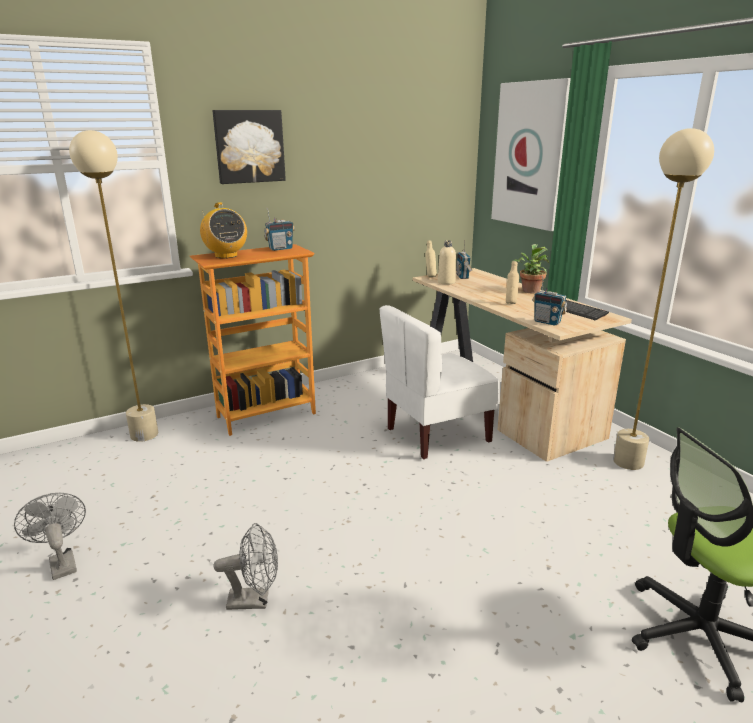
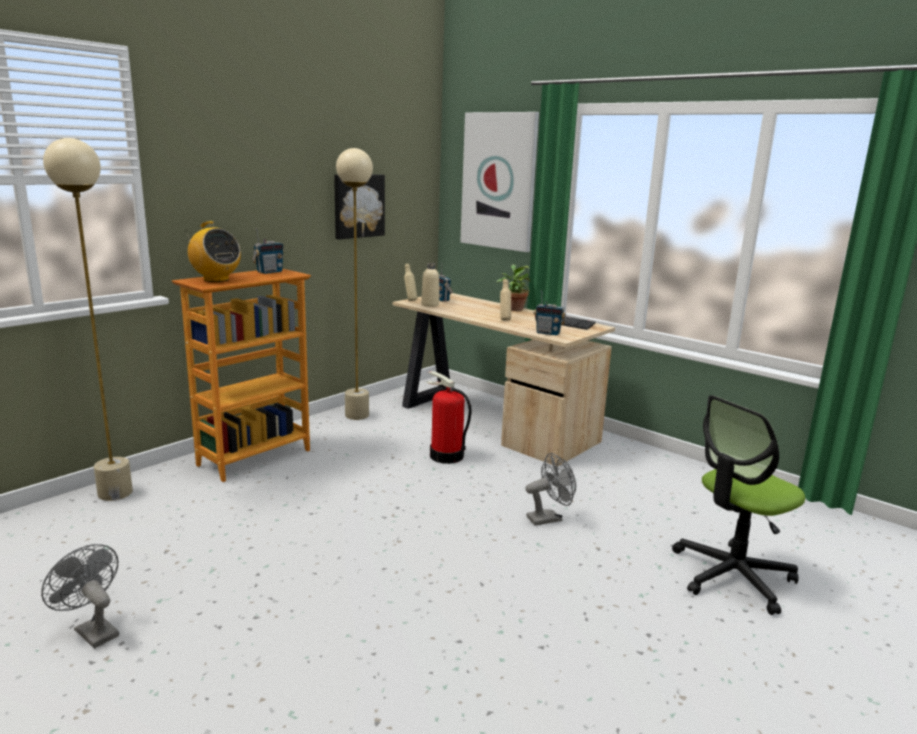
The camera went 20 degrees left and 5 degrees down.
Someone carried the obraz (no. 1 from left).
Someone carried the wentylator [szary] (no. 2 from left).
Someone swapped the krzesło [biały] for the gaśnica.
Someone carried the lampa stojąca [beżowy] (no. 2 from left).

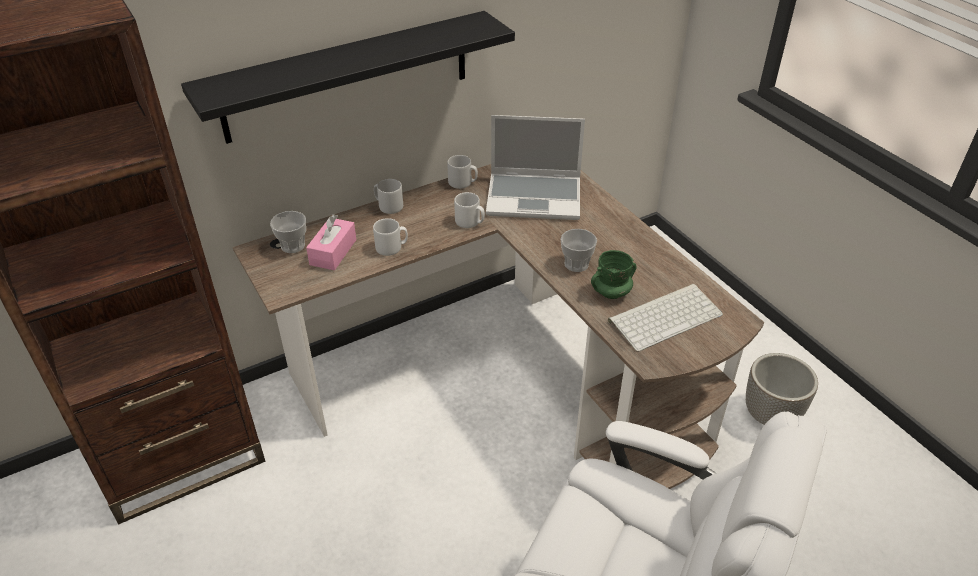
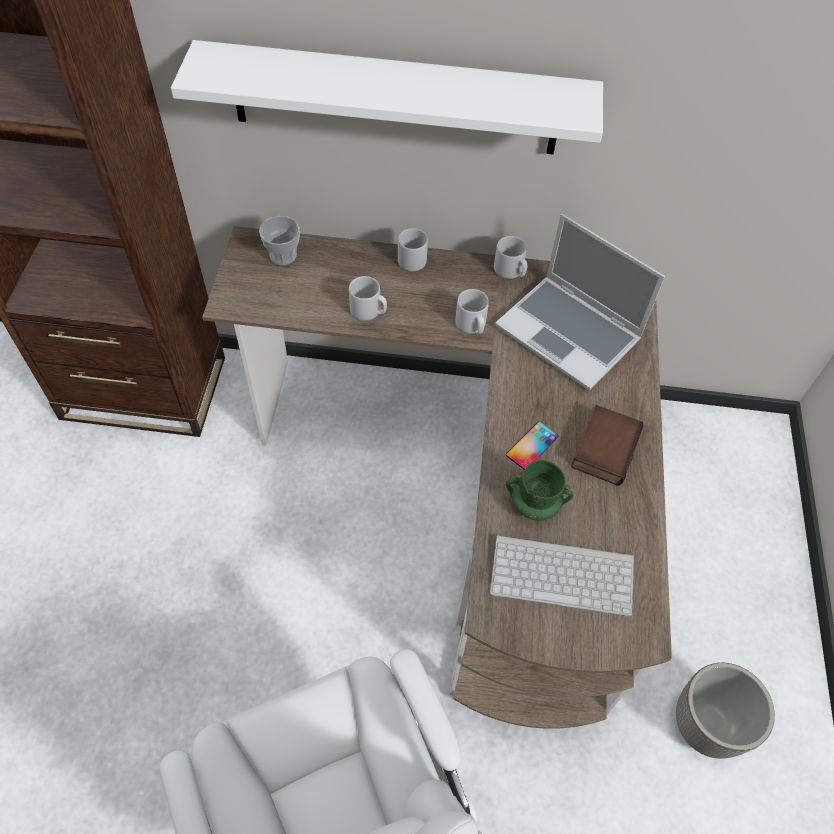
The camera went 35 degrees right and 15 degrees up.
Someone repainted the półka [czarny], which became the półka [biały].
Someone took away the pudełko chusteczek [różowy].
Someone swapped the filiżanka (no. 2 from left) for the telefon.
Someone put down the książka.

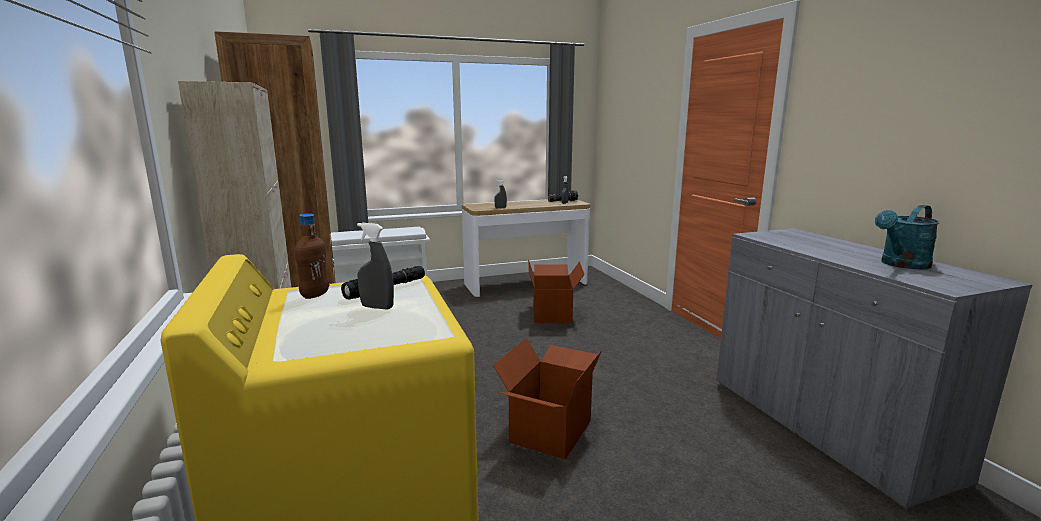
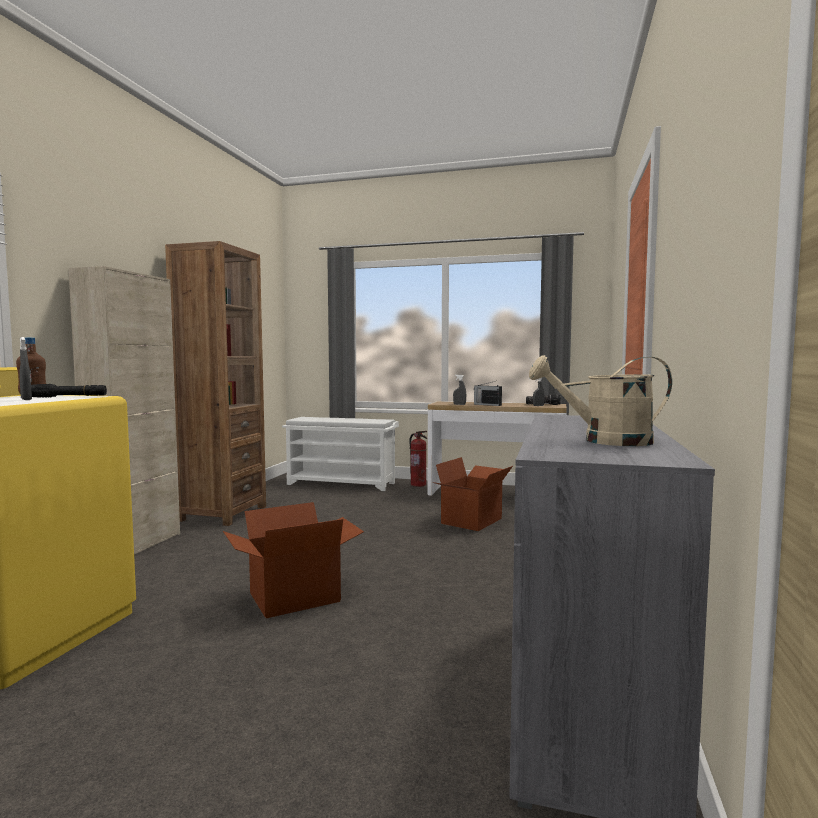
The camera went 35 degrees right and 10 degrees down.
Someone repainted the konewka [turkusowy], which became the konewka [beżowy].
Someone put down the gaśnica.
Someone put down the radio.

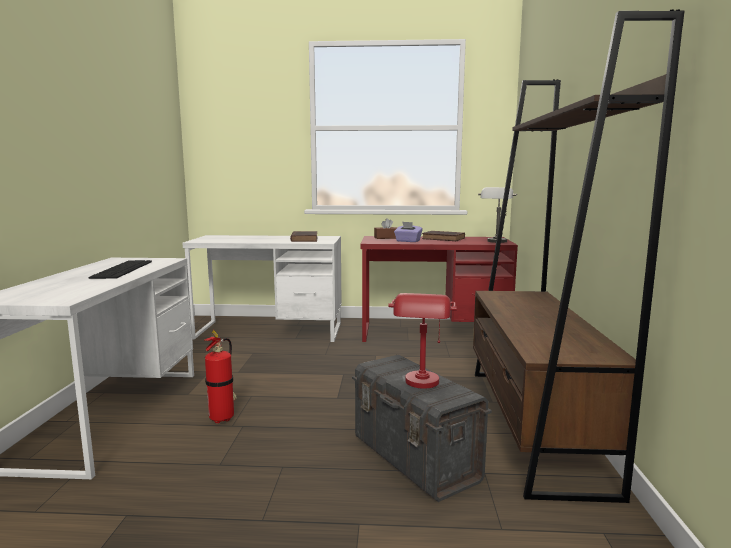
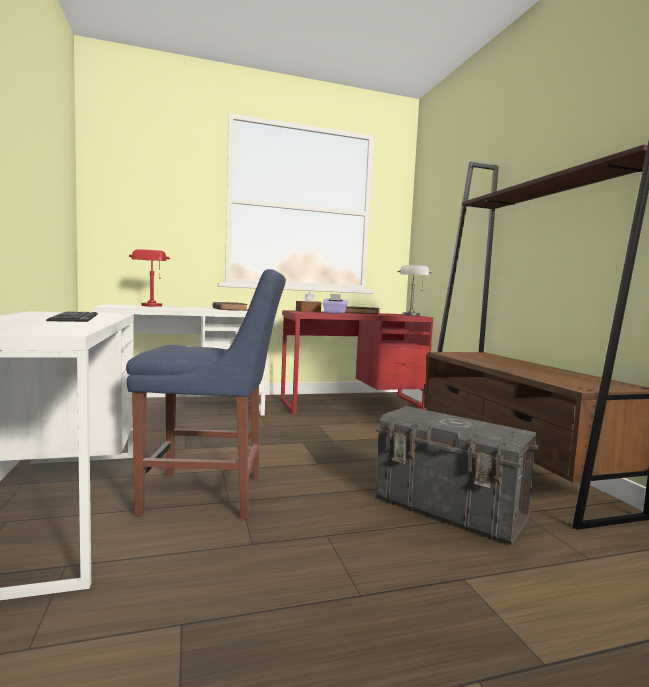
The camera went 20 degrees left and 5 degrees down.
Someone swapped the gaśnica for the krzesło [niebieski].
Someone carried the lampa stołowa [czerwony].

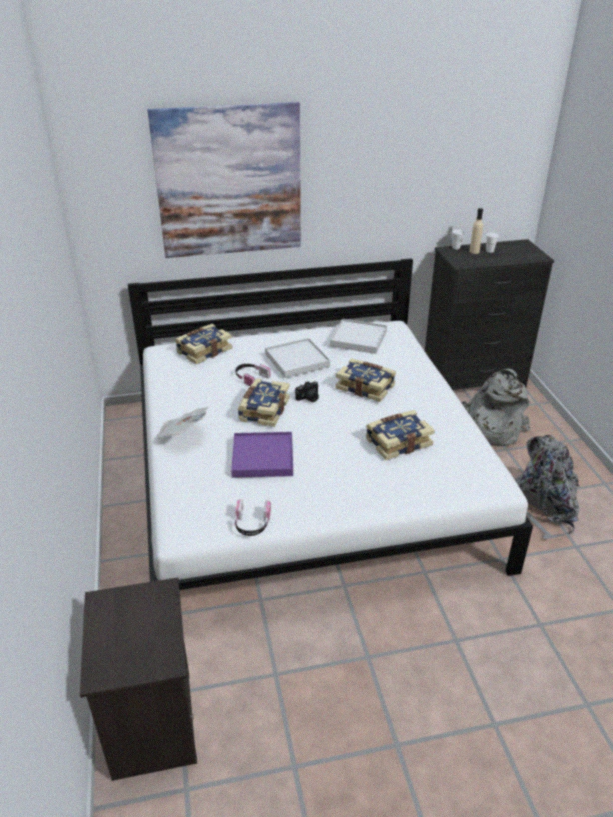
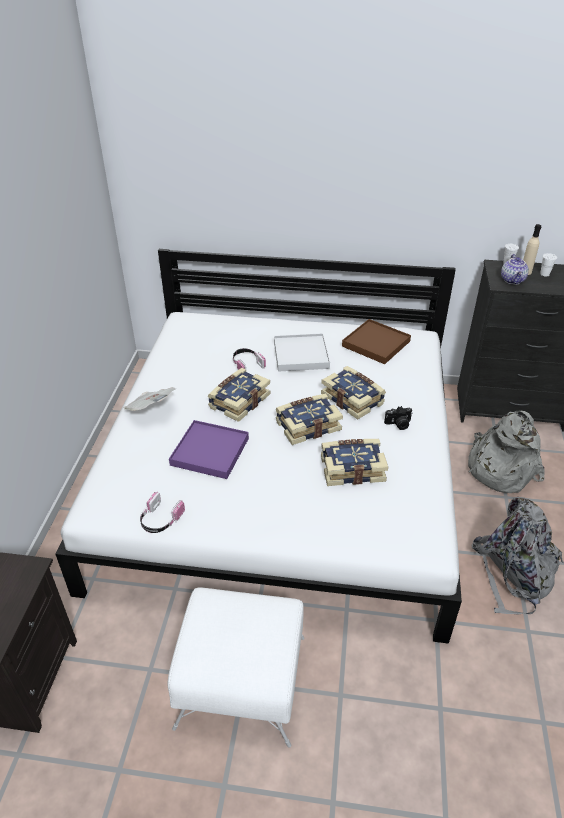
The camera went 20 degrees right and 5 degrees up.
Someone took away the obraz.
Someone carried the książka (no. 1 from left in the first image).
Someone carried the aparat fotograficzny.
Someone repainted the taca [biały] (no. 2 from left), which became the taca [brązowy].
Someone put down the pufa [biały].
Someone put down the imbryk.

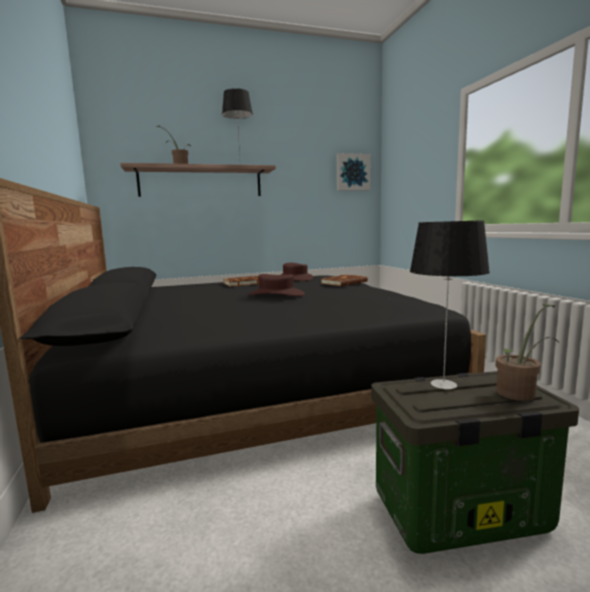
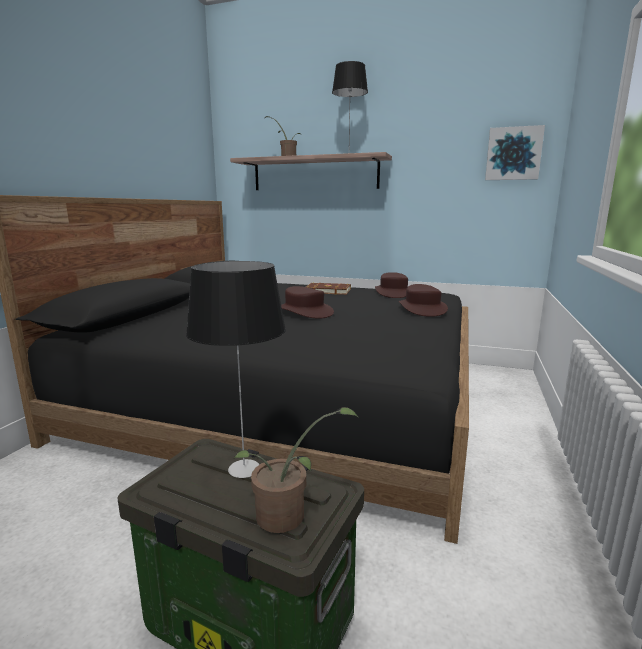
The camera went 35 degrees right and 5 degrees up.
Someone swapped the książka [brązowy] (no. 2 from left) for the kapelusz [brązowy] (no. 3 from left).

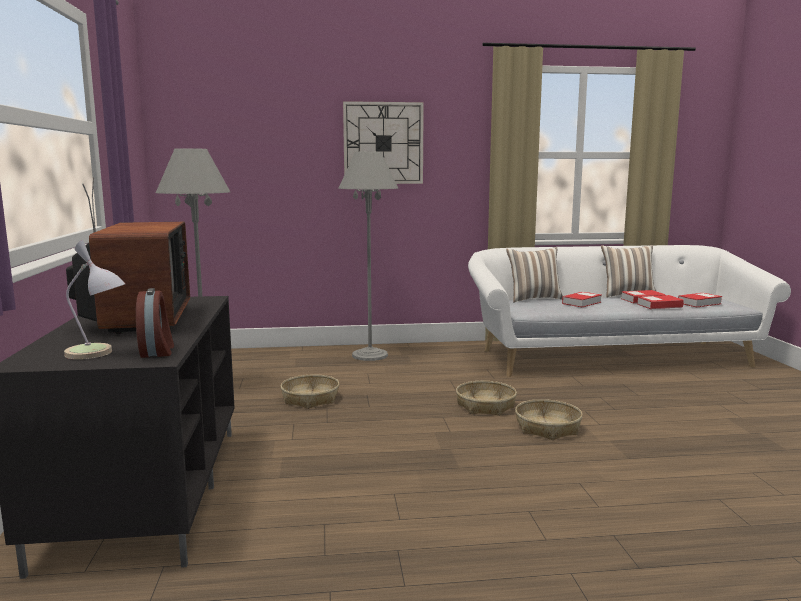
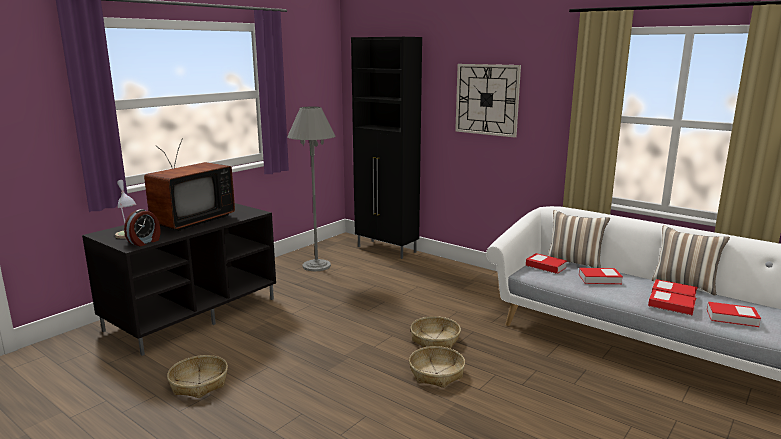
The camera went 45 degrees right and 5 degrees up.
Someone carried the koszyk (no. 1 from left).
Someone took away the lampa stojąca [szary] (no. 2 from left).
Someone put down the szafka [czarny].
Someone put down the książka (no. 1 from left).

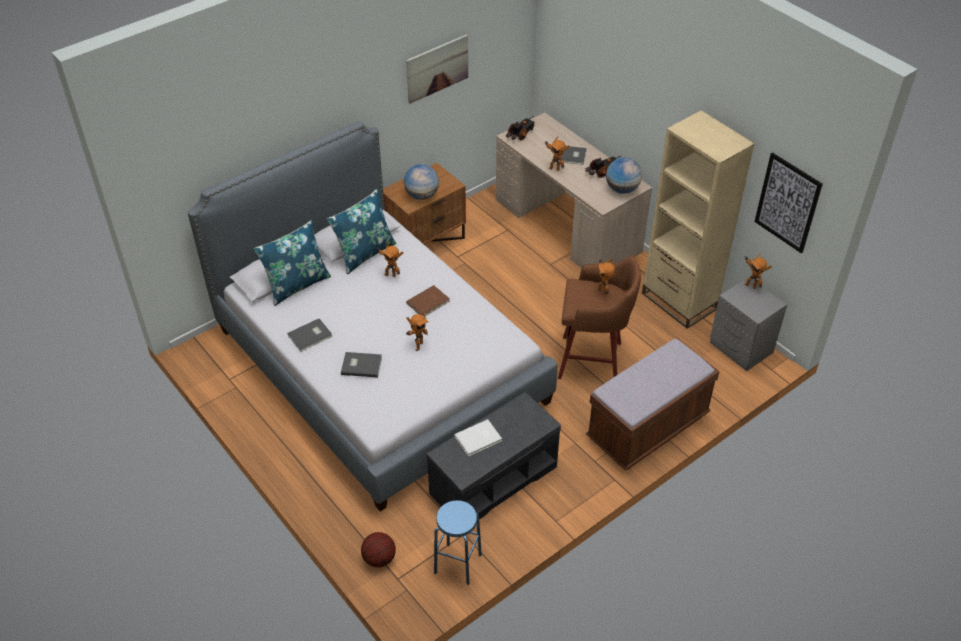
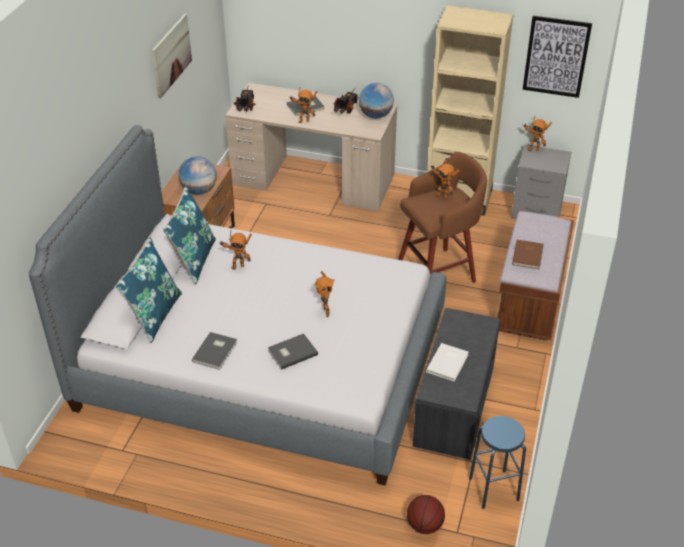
The camera went 35 degrees left and 5 degrees down.
Someone carried the książka [brązowy].

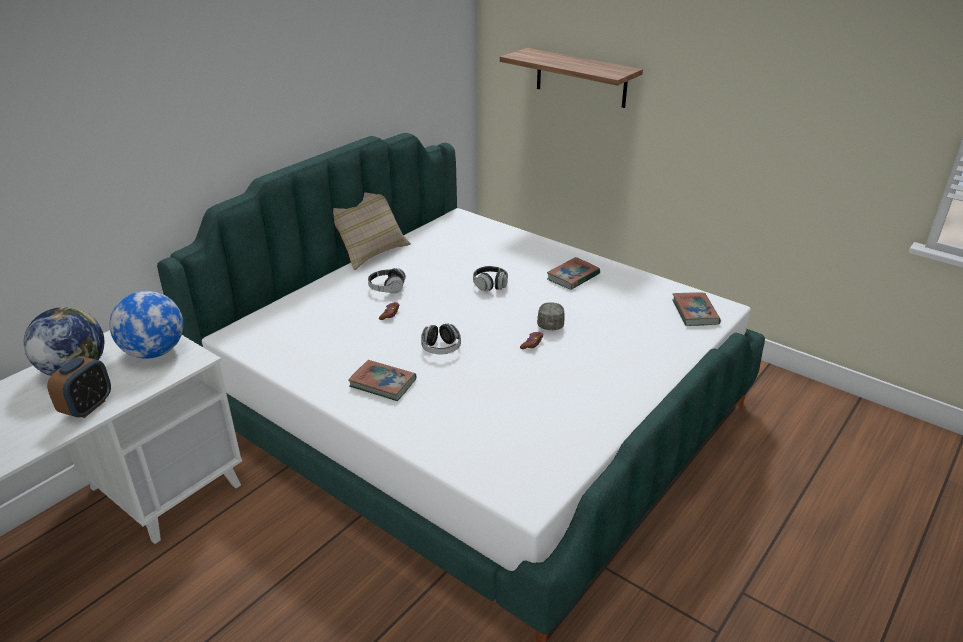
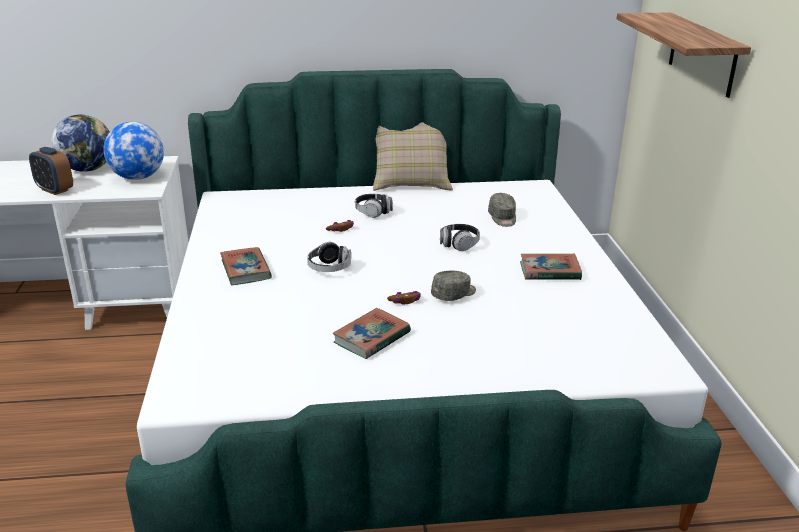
The camera went 45 degrees right and 5 degrees down.
Someone rotated the budzik by 60 degrees clockwise.
Someone carried the książka (no. 3 from left in the first image).
Someone put down the czapka z daszkiem [szary] (no. 2 from left).

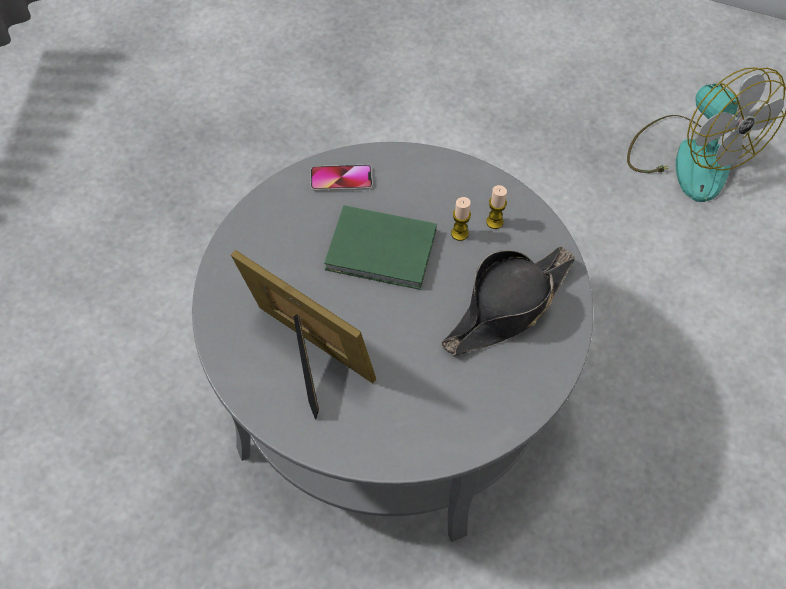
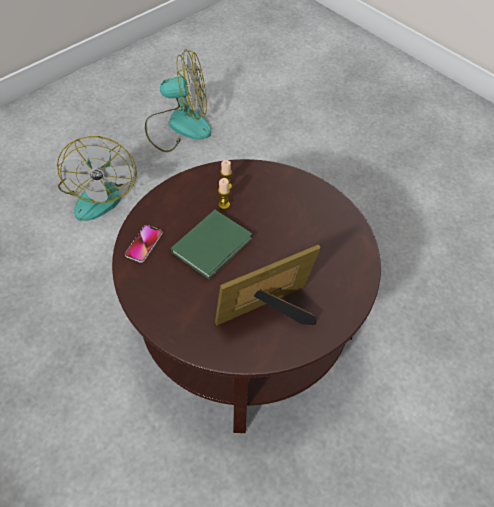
The camera went 65 degrees left and 5 degrees down.
Someone repainted the ława [szary], which became the ława [brązowy].
Someone took away the kapelusz [czarny].
Someone put down the wentylator (no. 1 from left).

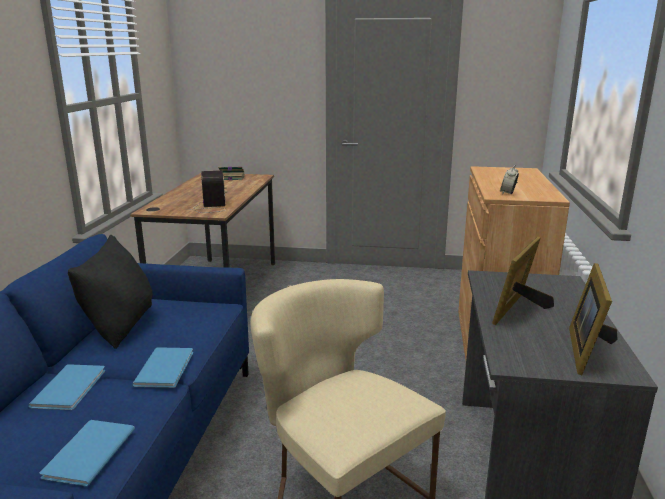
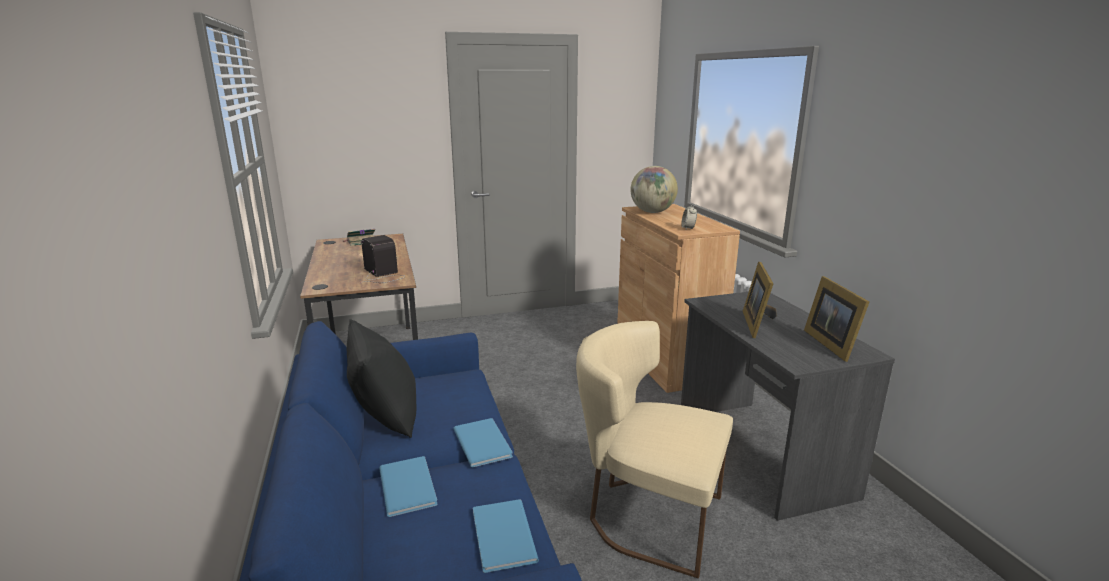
The camera went 25 degrees left and 0 degrees up.
Someone put down the globus.

